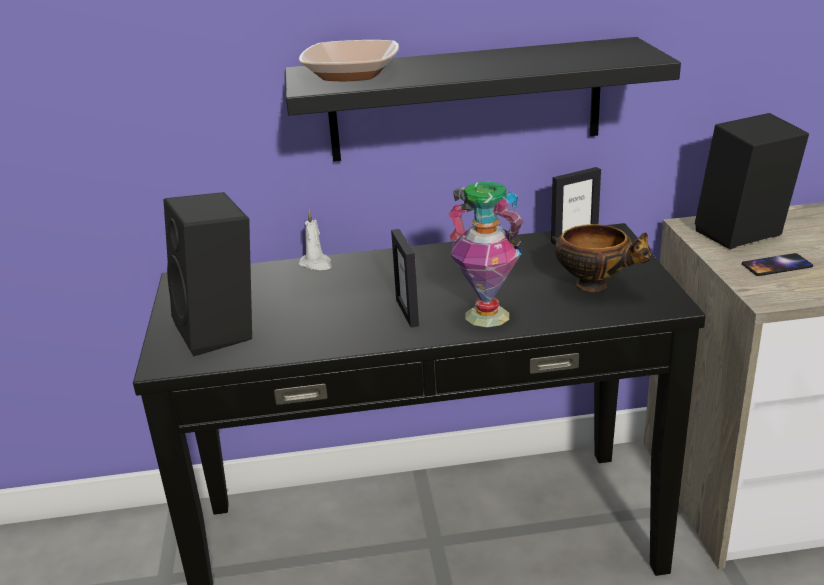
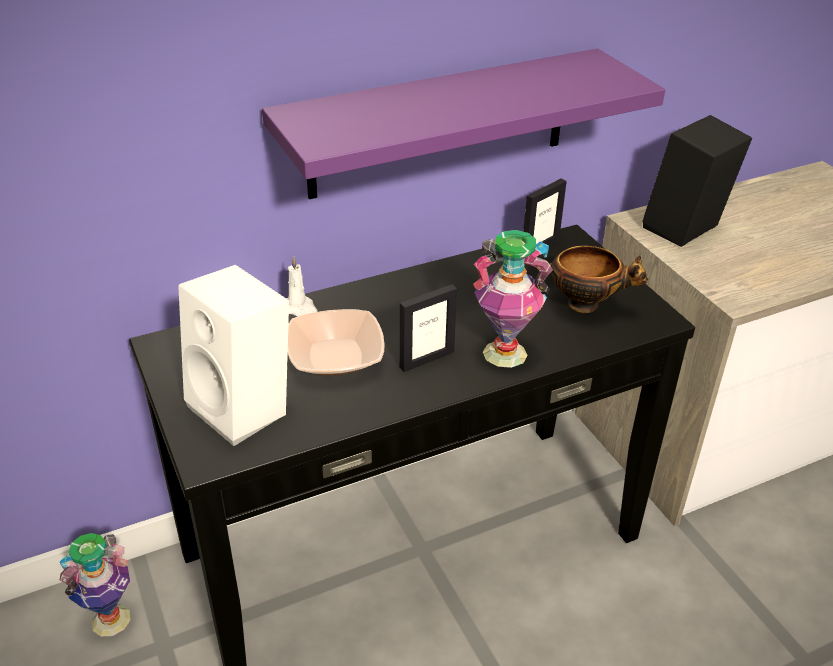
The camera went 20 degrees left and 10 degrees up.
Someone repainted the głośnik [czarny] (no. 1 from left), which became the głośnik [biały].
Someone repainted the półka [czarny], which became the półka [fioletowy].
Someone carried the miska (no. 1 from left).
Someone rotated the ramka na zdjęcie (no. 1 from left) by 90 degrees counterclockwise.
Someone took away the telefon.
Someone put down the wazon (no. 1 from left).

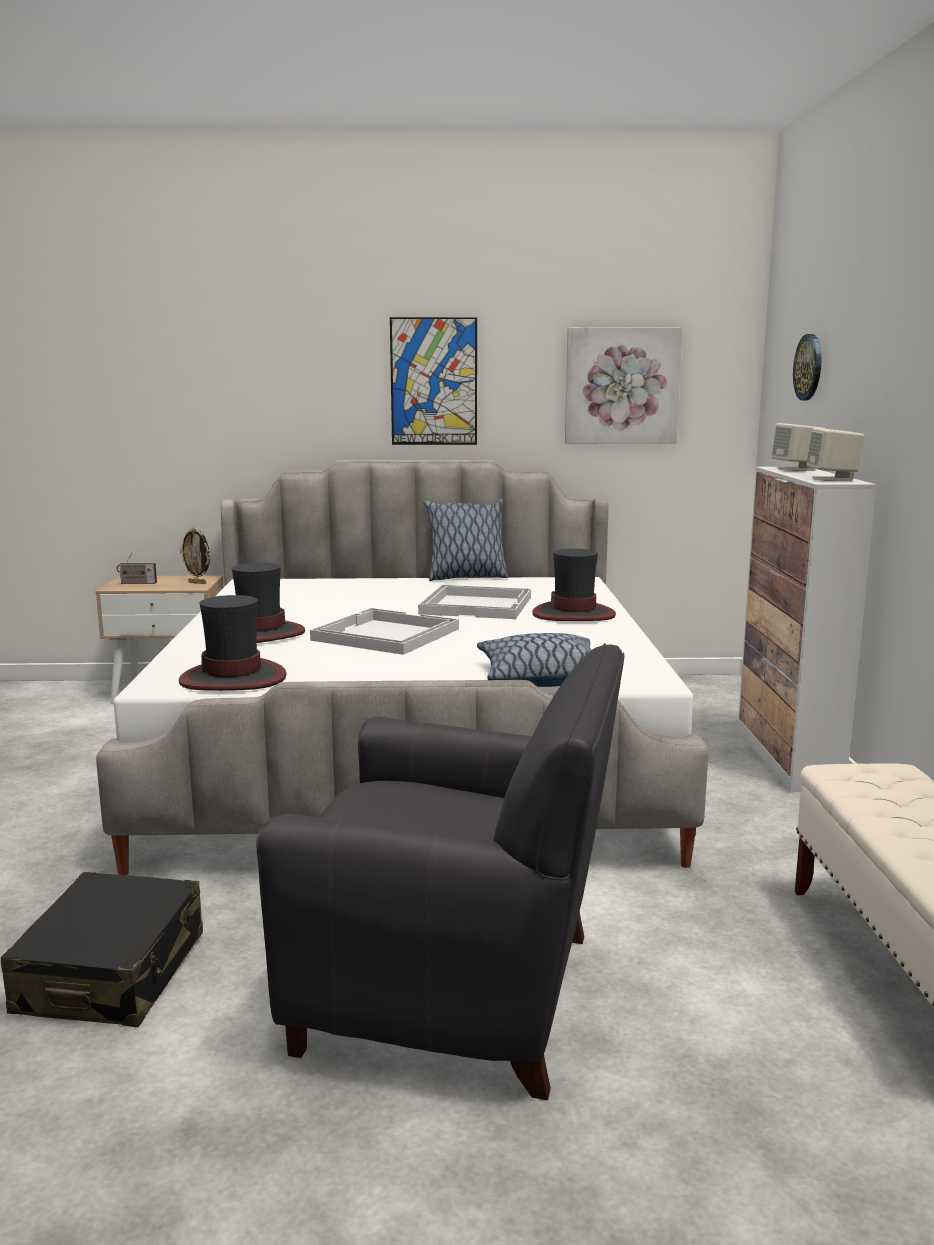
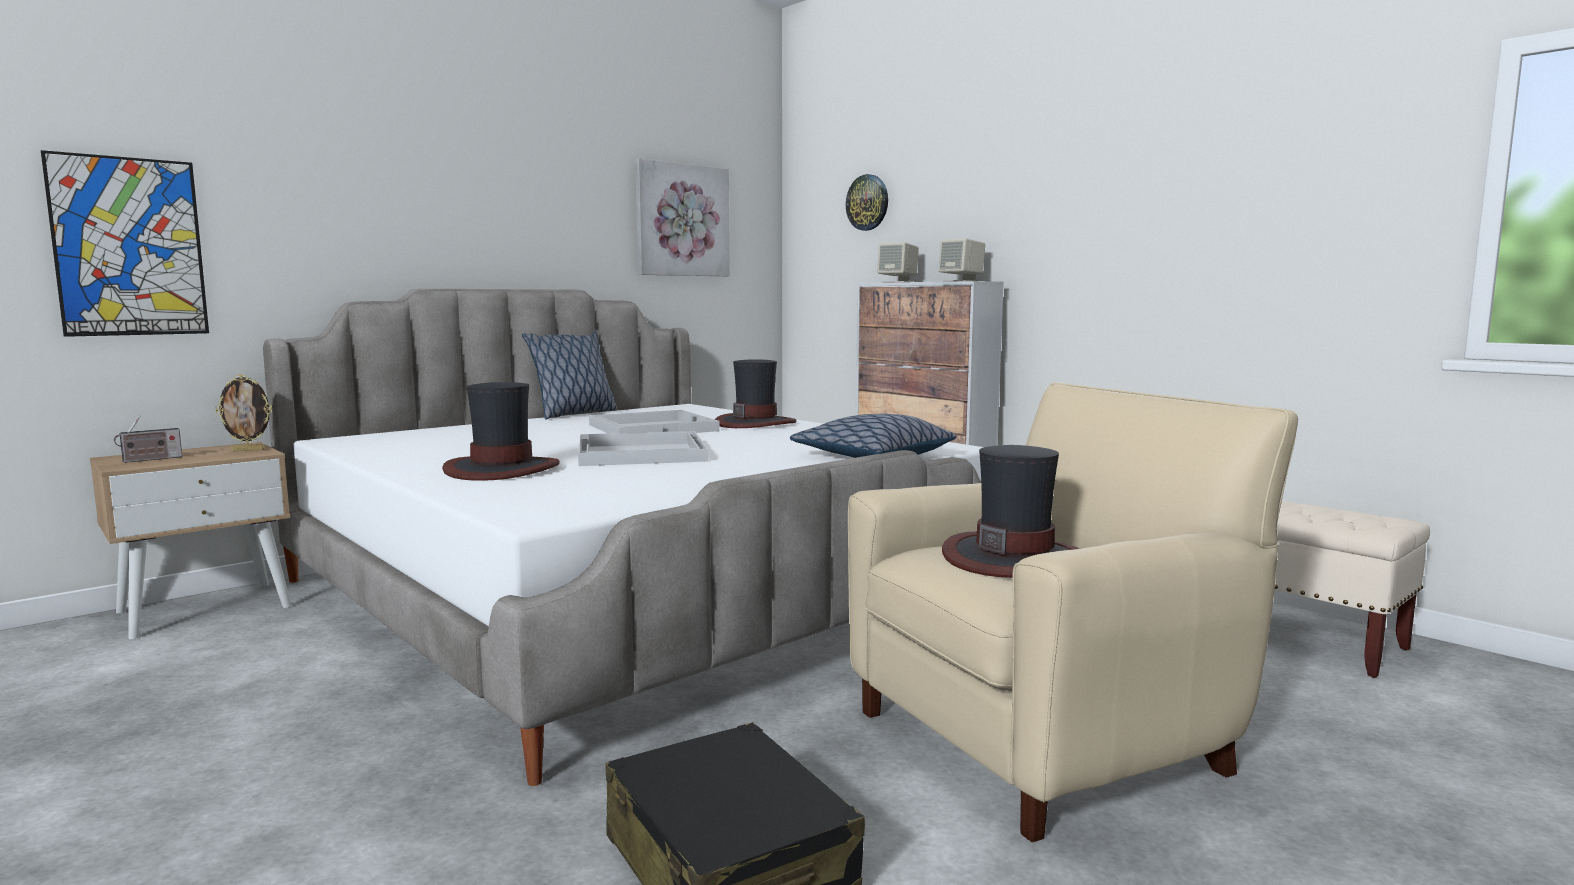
The camera went 40 degrees left and 5 degrees down.
Someone carried the kapelusz (no. 1 from left in the first image).
Someone repainted the fotel [czarny], which became the fotel [beżowy].
Someone carried the obraz (no. 1 from left).

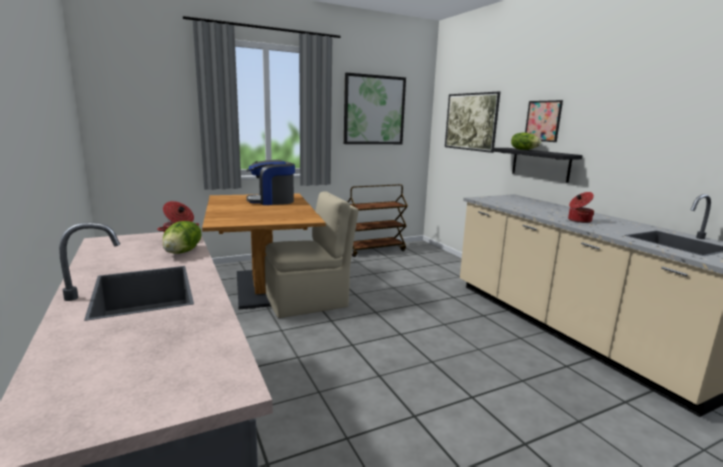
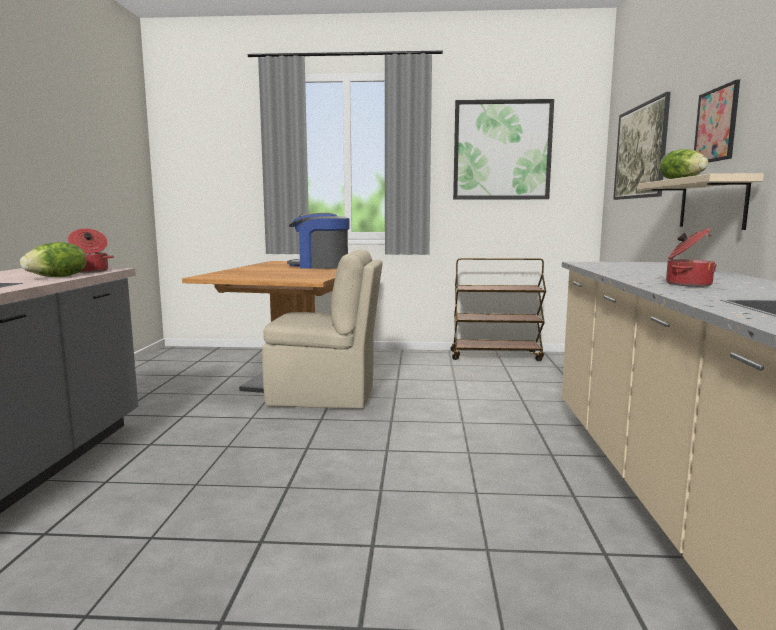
The camera went 30 degrees right and 5 degrees down.
Someone repainted the półka [czarny], which became the półka [beżowy].

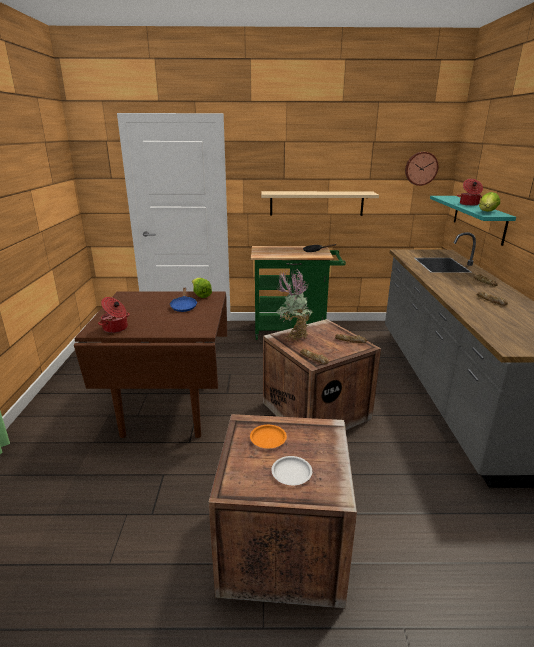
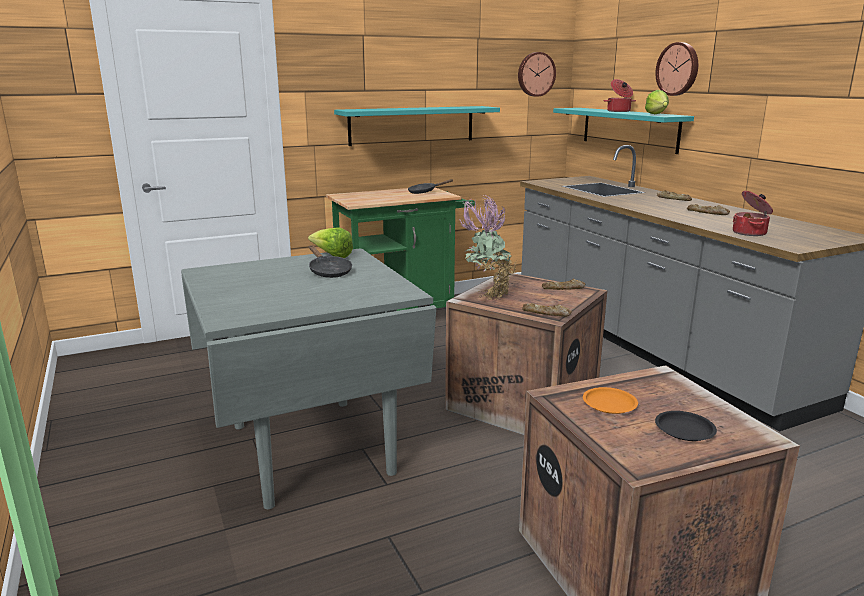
The camera went 25 degrees left and 5 degrees down.
Someone repainted the stół jadalny [brązowy], which became the stół jadalny [szary].
Someone carried the garnek (no. 1 from left in the first image).
Someone repainted the patelnia [niebieski], which became the patelnia [czarny] (no. 1 from left).
Someone repainted the półka [beżowy], which became the półka [turkusowy] (no. 1 from left).
Someone repainted the talerz [biały], which became the talerz [czarny].
Someone put up the zegar ścienny (no. 2 from left).

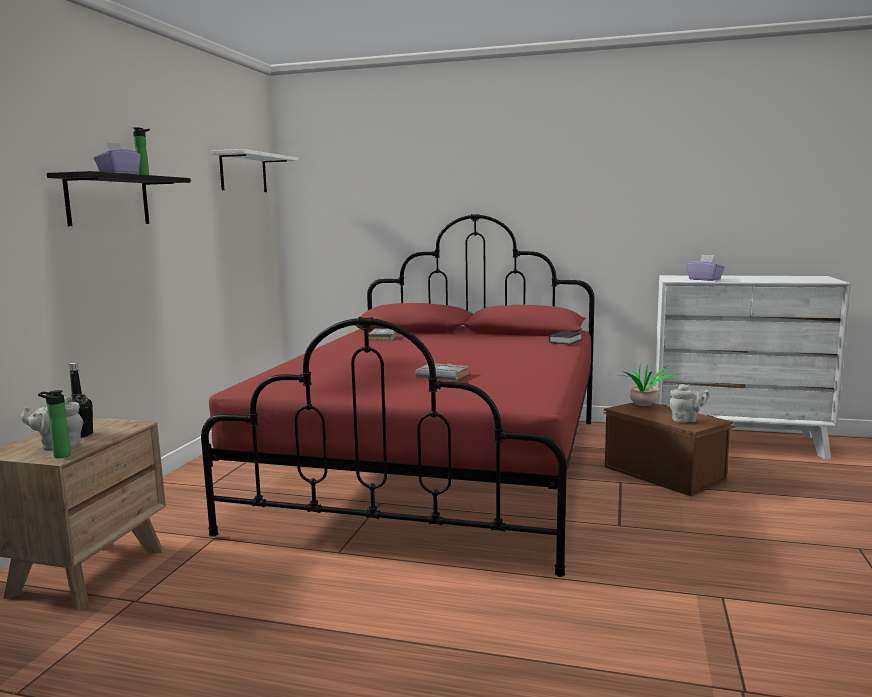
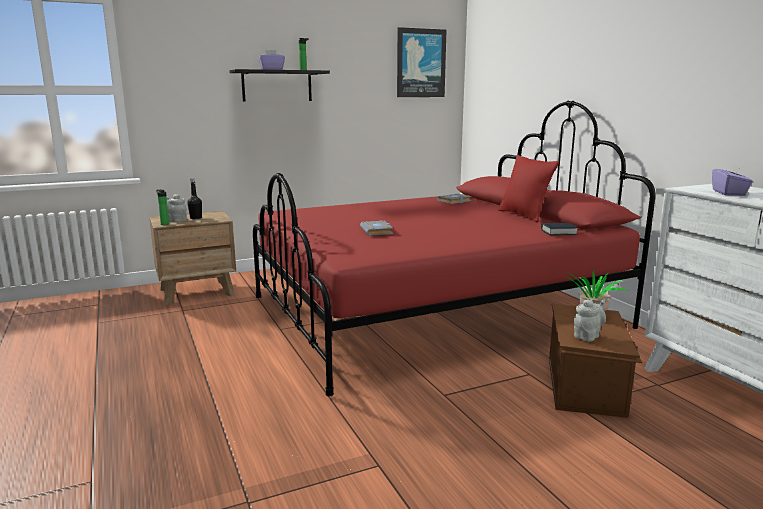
The camera went 50 degrees right and 5 degrees up.
Someone swapped the półka [biały] for the obraz.
Someone rotated the imbryk [szary] (no. 2 from left) by 90 degrees counterclockwise.
Someone put down the poduszka [czerwony].

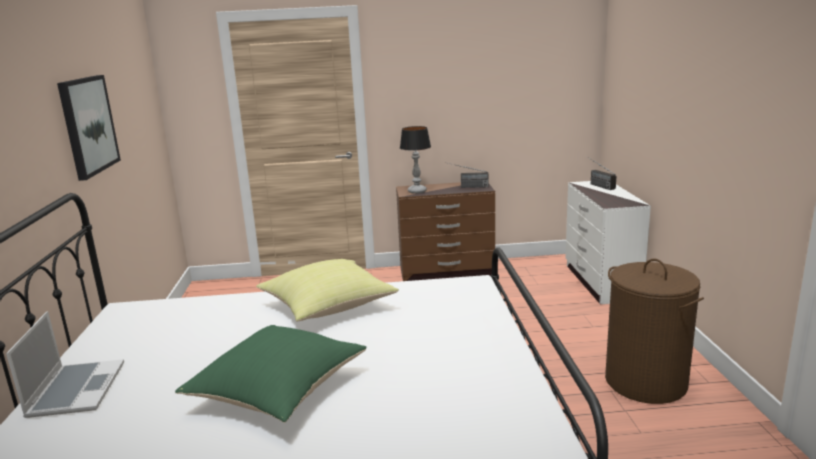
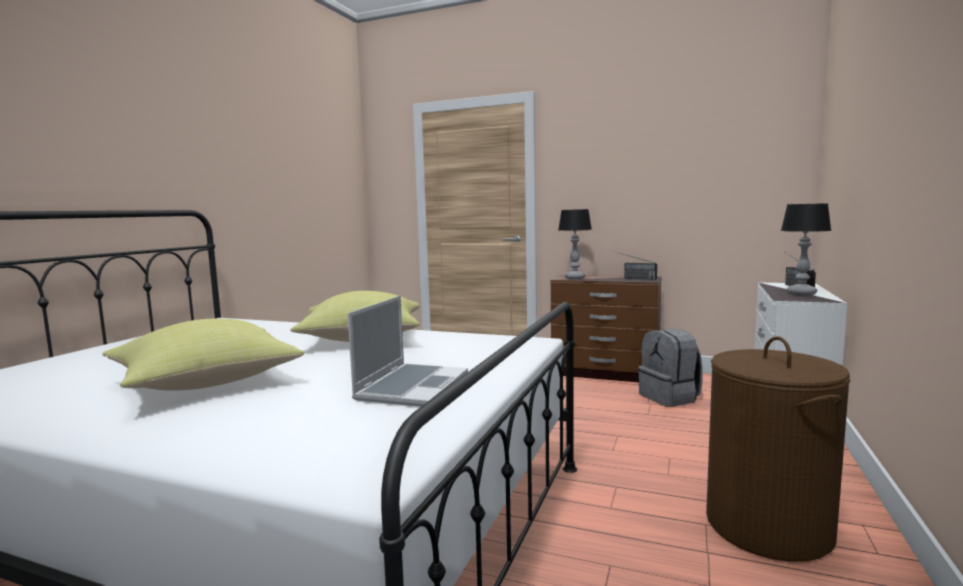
The camera went 25 degrees right and 10 degrees down.
Someone carried the laptop.
Someone took away the obraz.
Someone repainted the poduszka [zielony], which became the poduszka [żółty] (no. 1 from left).
Someone put down the plecak [szary].
Someone put down the lampa stołowa (no. 2 from left).

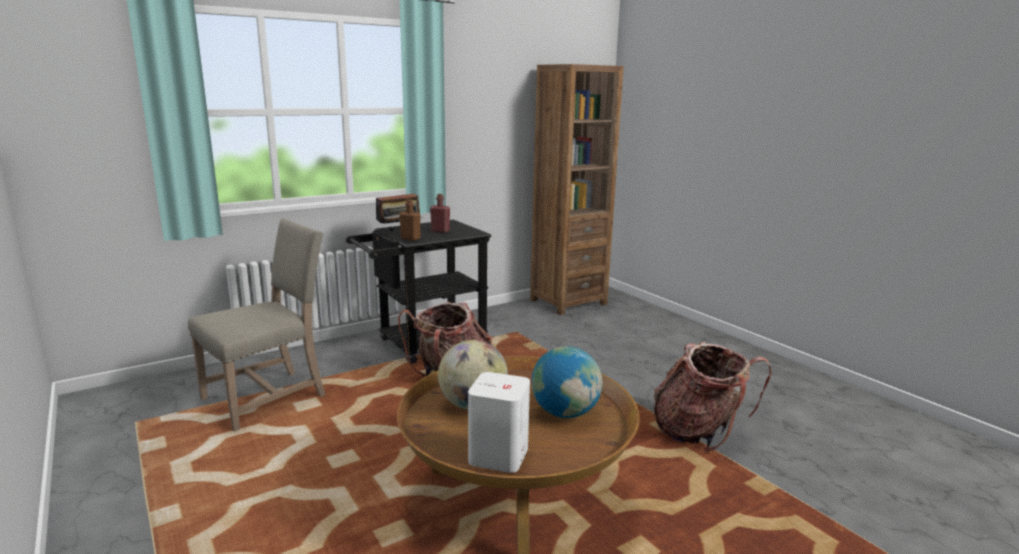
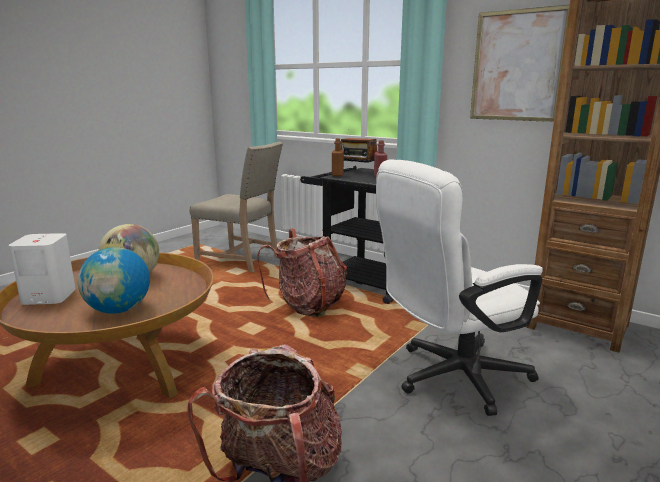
The camera went 70 degrees right and 0 degrees up.
Someone put down the krzesło biurowe [biały].
Someone put up the obraz.

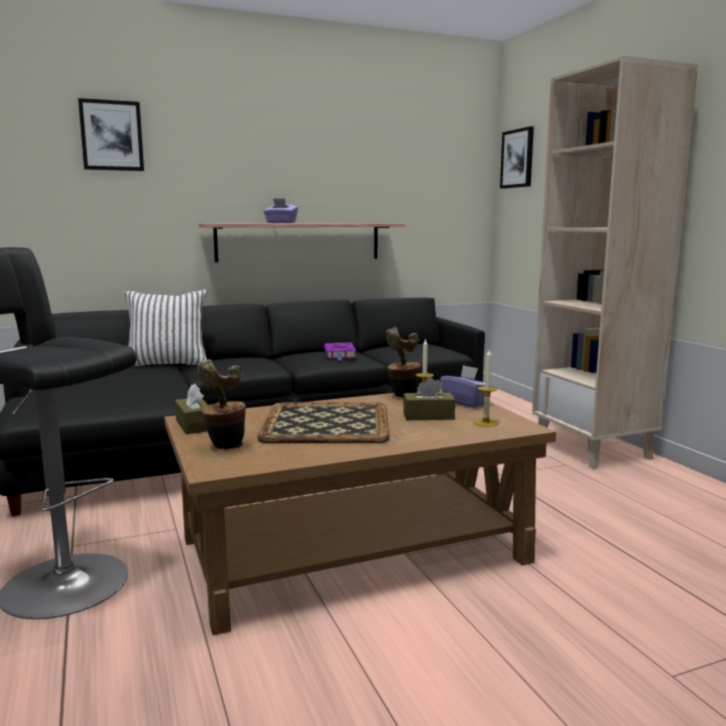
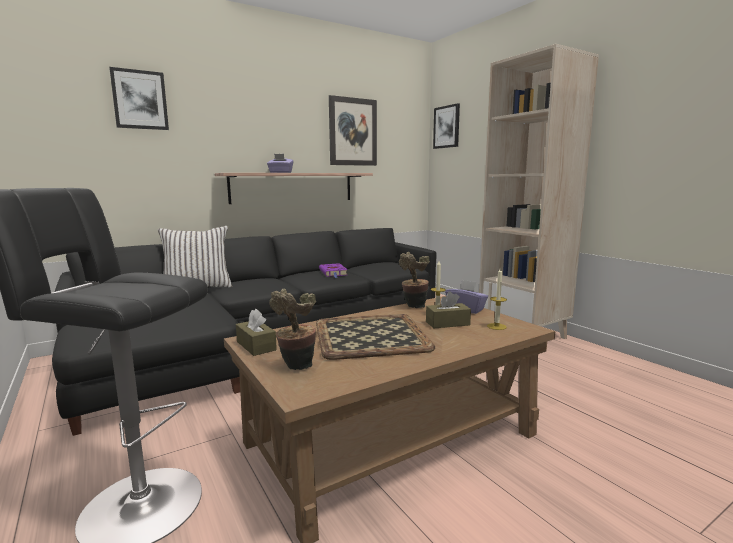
The camera went 10 degrees left and 0 degrees up.
Someone put up the obraz (no. 2 from left).

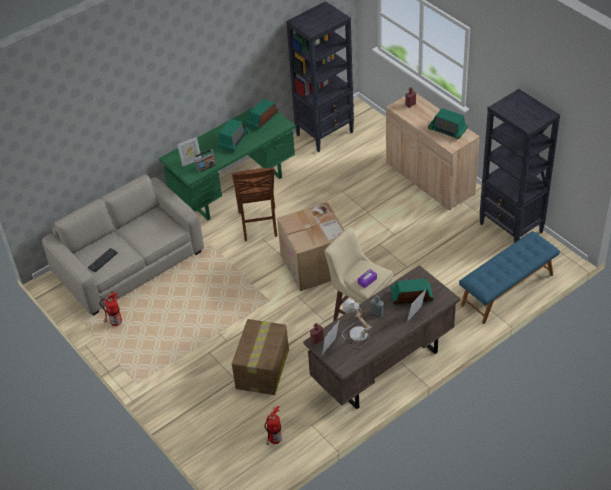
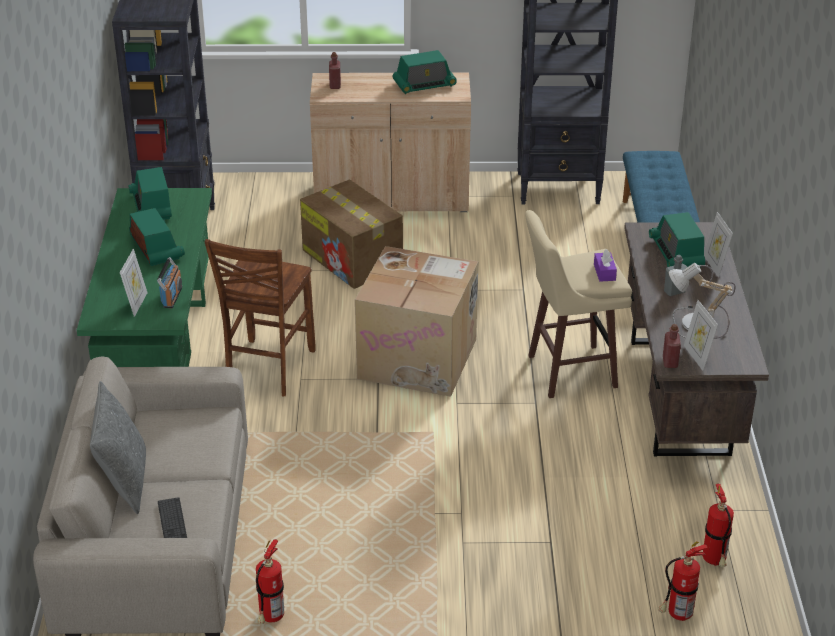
The camera went 55 degrees left and 10 degrees down.
Someone rotated the krzesło [brązowy] by 75 degrees clockwise.
Someone carried the karton (no. 1 from left).
Someone rotated the radio (no. 4 from left in the first image) by 45 degrees counterclockwise.
Someone put down the poduszka [szary].
Someone put down the gaśnica (no. 2 from left).

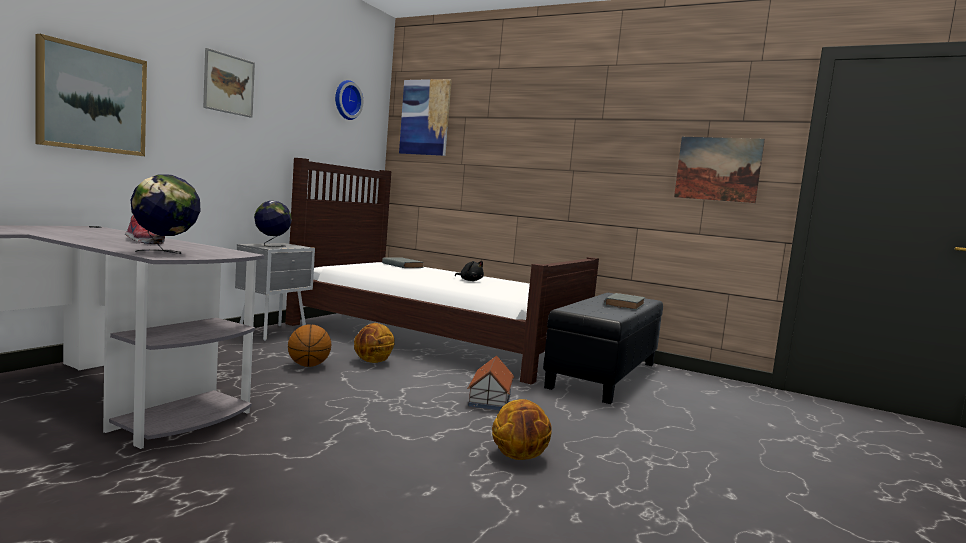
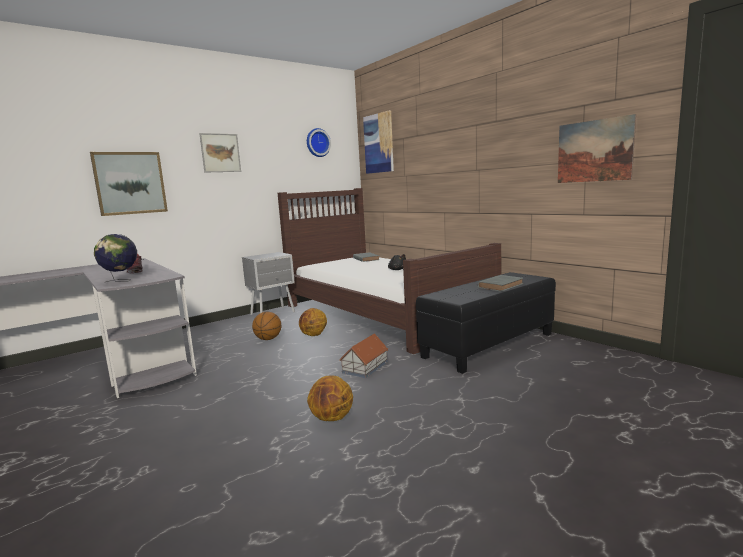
The camera went 25 degrees right and 5 degrees up.
Someone took away the globus (no. 2 from left).

